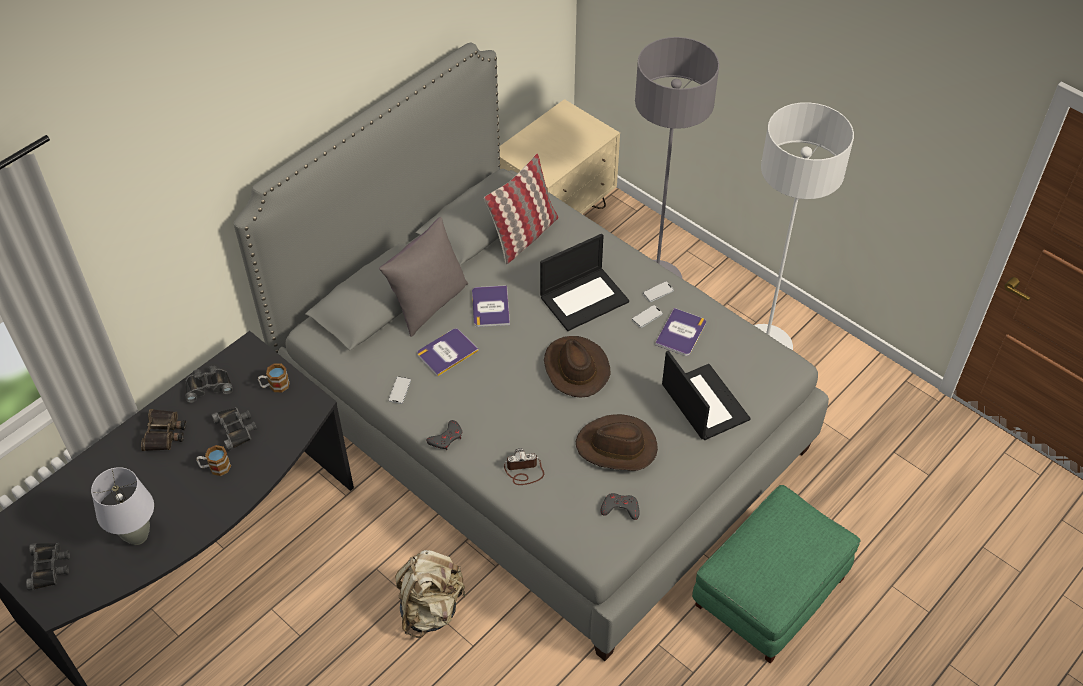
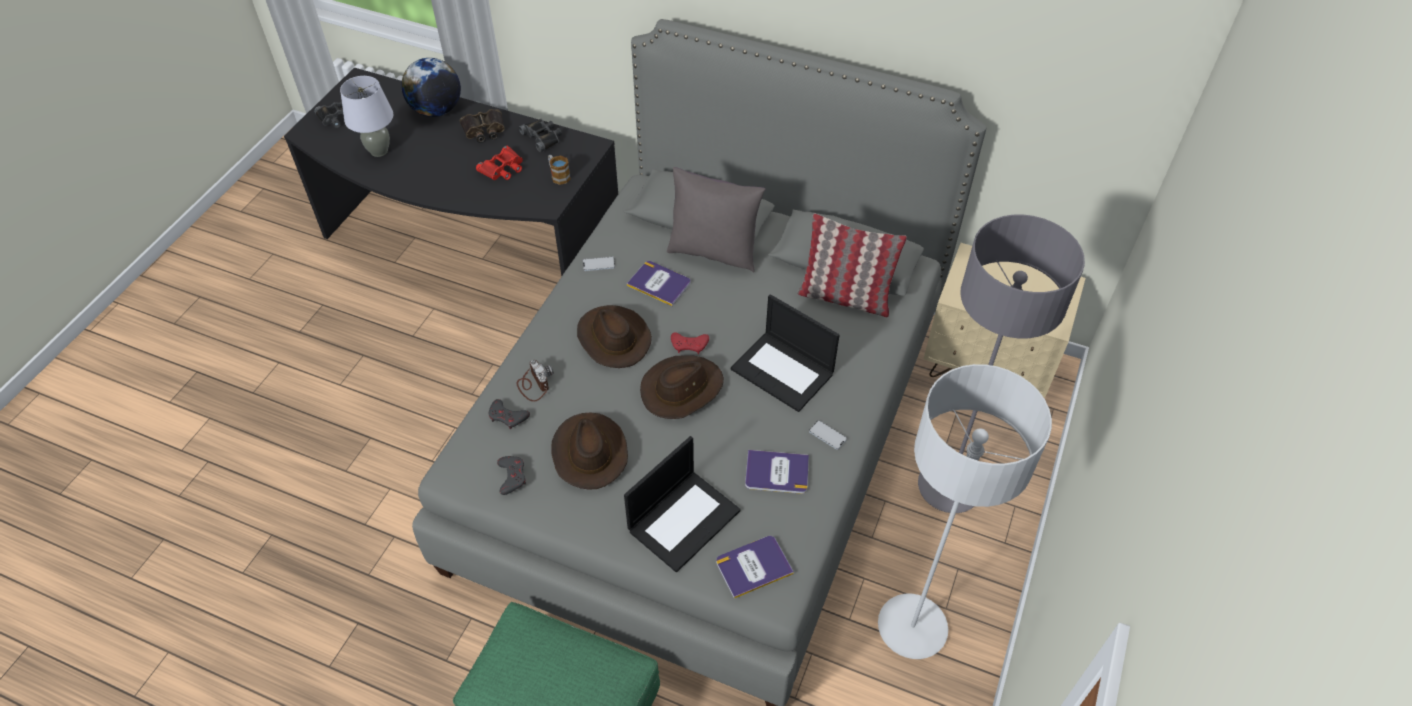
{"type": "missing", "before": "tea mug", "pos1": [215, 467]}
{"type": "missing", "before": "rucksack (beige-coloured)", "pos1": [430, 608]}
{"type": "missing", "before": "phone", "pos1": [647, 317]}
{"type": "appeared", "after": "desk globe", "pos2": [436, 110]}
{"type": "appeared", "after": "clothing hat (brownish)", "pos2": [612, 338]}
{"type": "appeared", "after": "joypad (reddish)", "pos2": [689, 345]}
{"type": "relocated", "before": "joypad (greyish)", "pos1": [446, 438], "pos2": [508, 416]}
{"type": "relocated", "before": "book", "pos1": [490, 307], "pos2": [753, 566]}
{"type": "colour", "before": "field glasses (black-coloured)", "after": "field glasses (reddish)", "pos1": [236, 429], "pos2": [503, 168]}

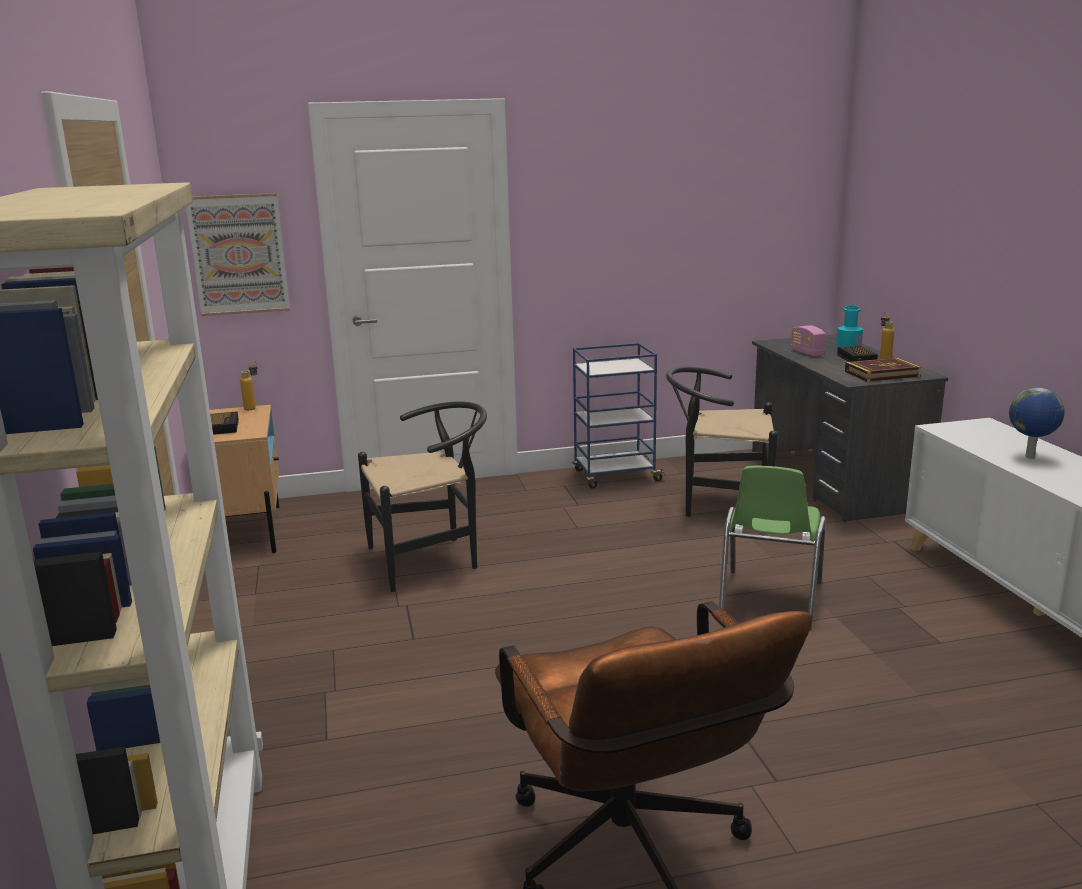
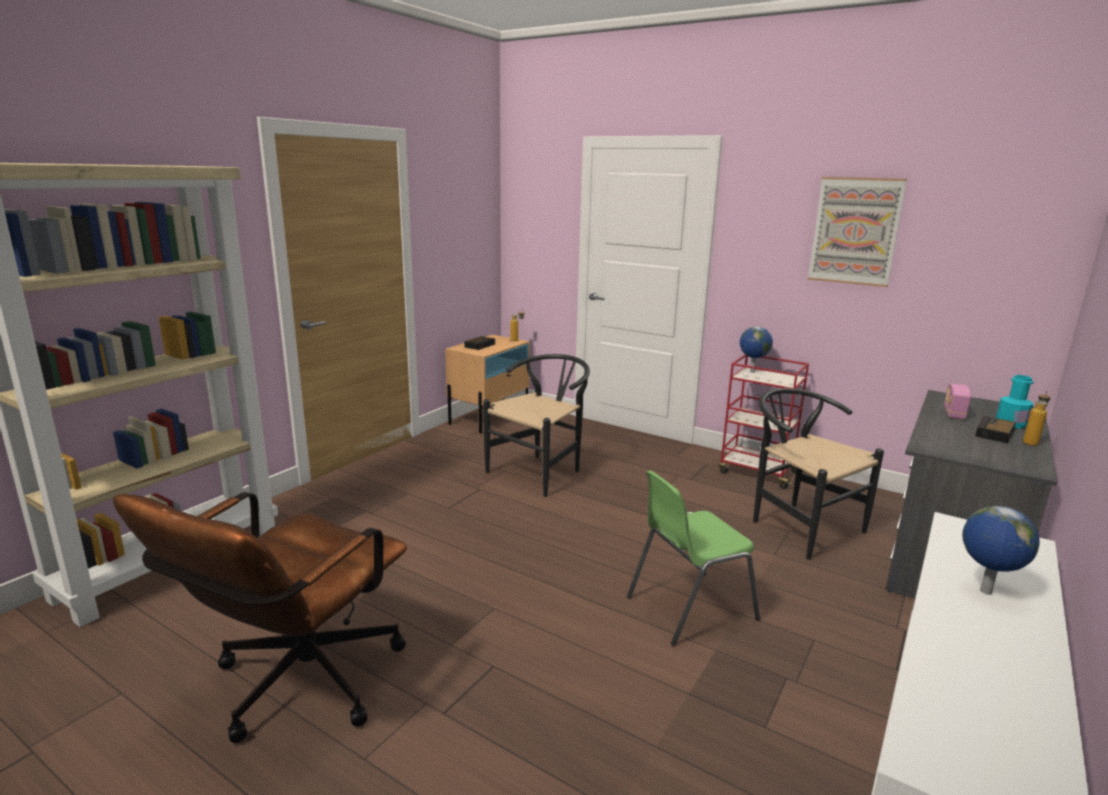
{"type": "missing", "before": "book", "pos1": [881, 374]}
{"type": "appeared", "after": "desk globe", "pos2": [751, 371]}
{"type": "relocated", "before": "picture", "pos1": [239, 254], "pos2": [855, 231]}
{"type": "colour", "before": "trolley (blue)", "after": "trolley (reddish)", "pos1": [615, 476], "pos2": [757, 472]}
{"type": "spun", "before": "plain chair (black-coloured)", "pos1": [432, 559], "pos2": [541, 471], "turn": -75}

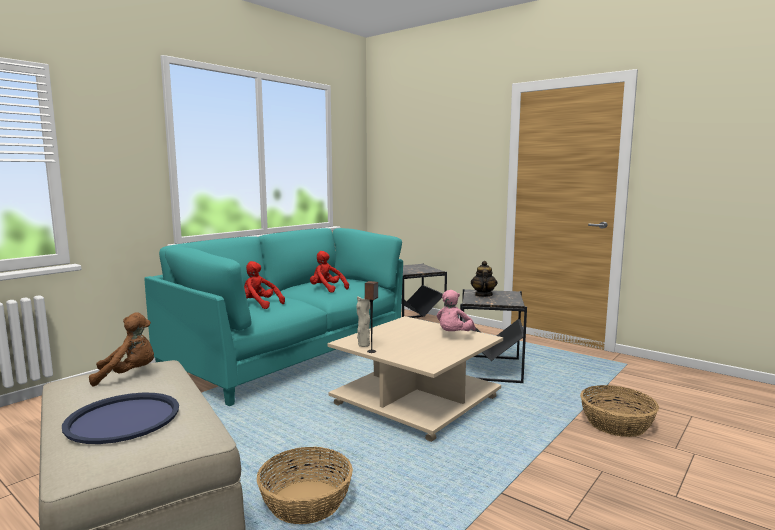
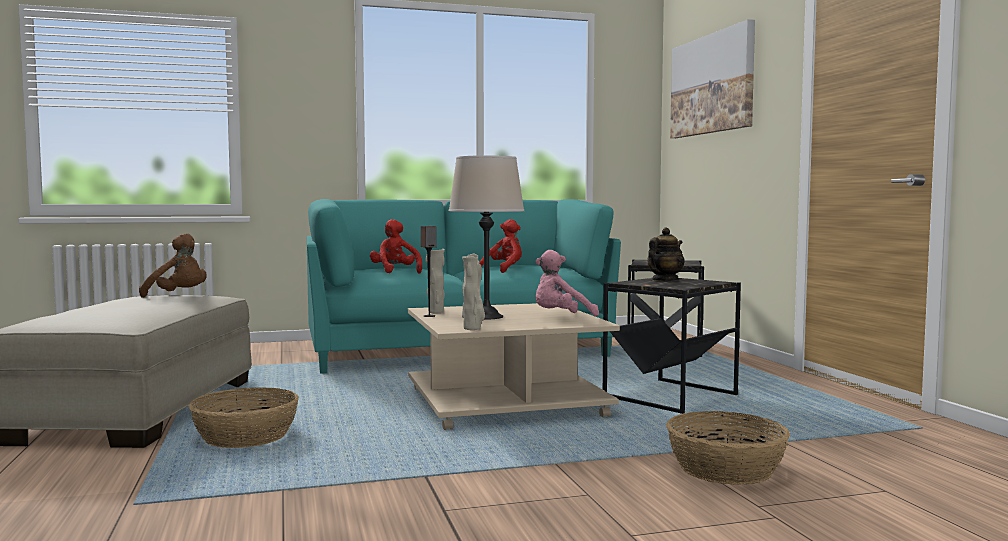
{"type": "missing", "before": "tray (blue)", "pos1": [123, 419]}
{"type": "appeared", "after": "lamp for a table (beige-coloured)", "pos2": [486, 317]}
{"type": "appeared", "after": "decorative vase (beige-coloured)", "pos2": [473, 329]}
{"type": "appeared", "after": "picture", "pos2": [712, 84]}
{"type": "spun", "before": "soft toy (reddish)", "pos1": [327, 289], "pos2": [504, 270], "turn": 60}

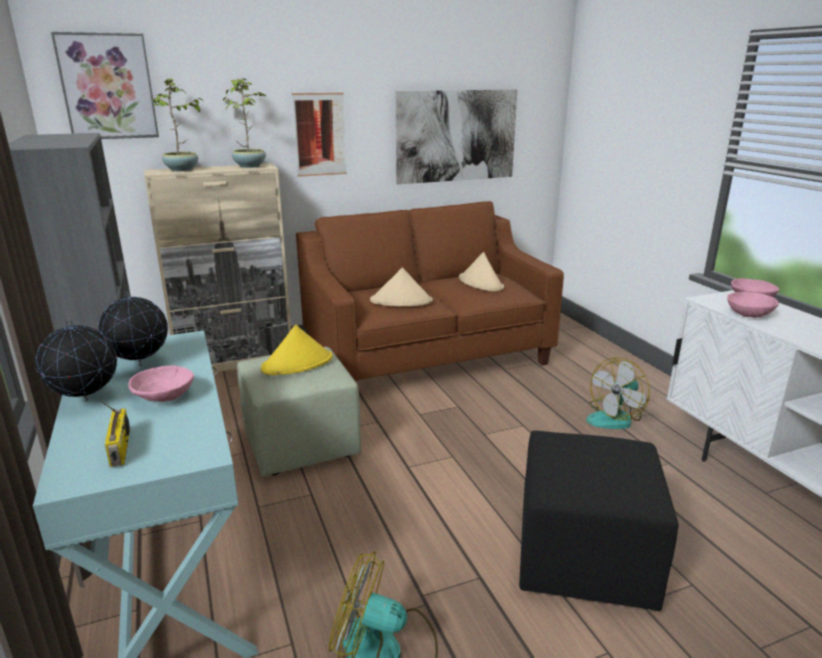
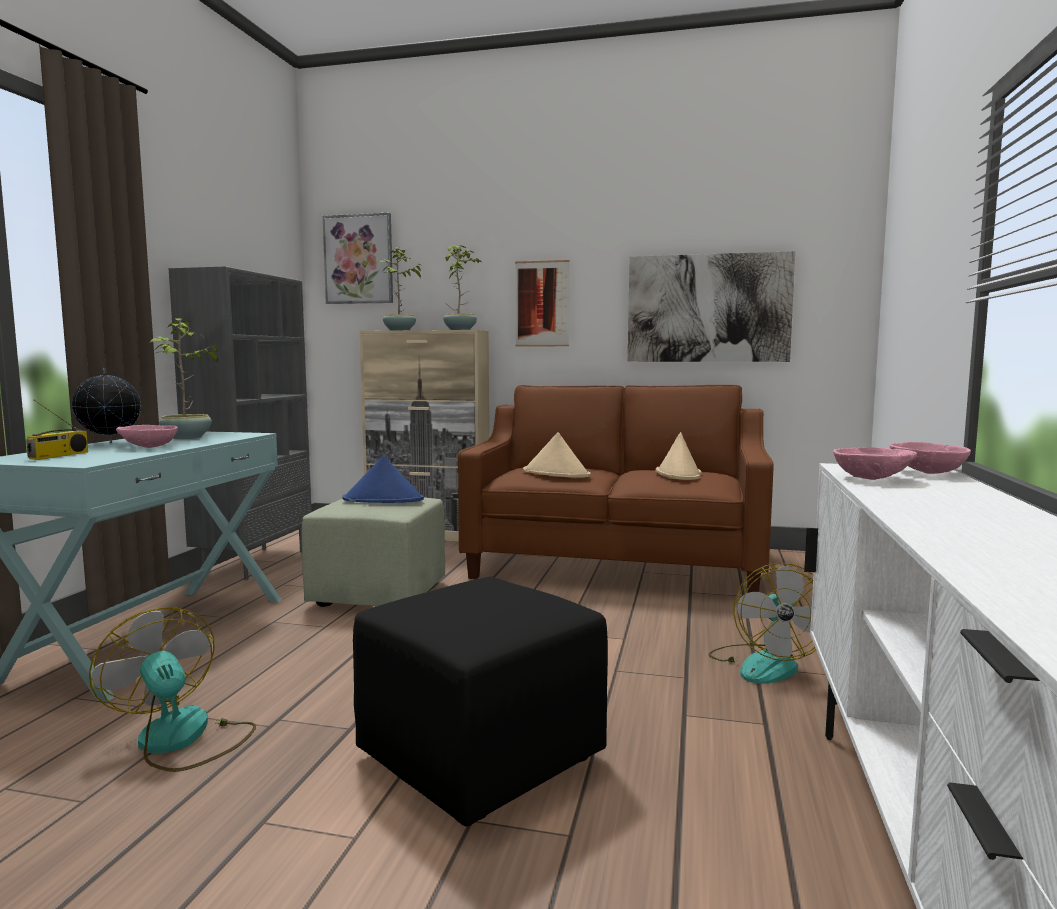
{"type": "exchanged", "before": "desk globe", "after": "plant in a pot", "pos1": [140, 365], "pos2": [186, 438]}
{"type": "colour", "before": "clothing hat (yellow-coloured)", "after": "clothing hat (blue)", "pos1": [297, 363], "pos2": [383, 500]}
{"type": "spun", "before": "fan", "pos1": [615, 417], "pos2": [764, 664], "turn": -75}

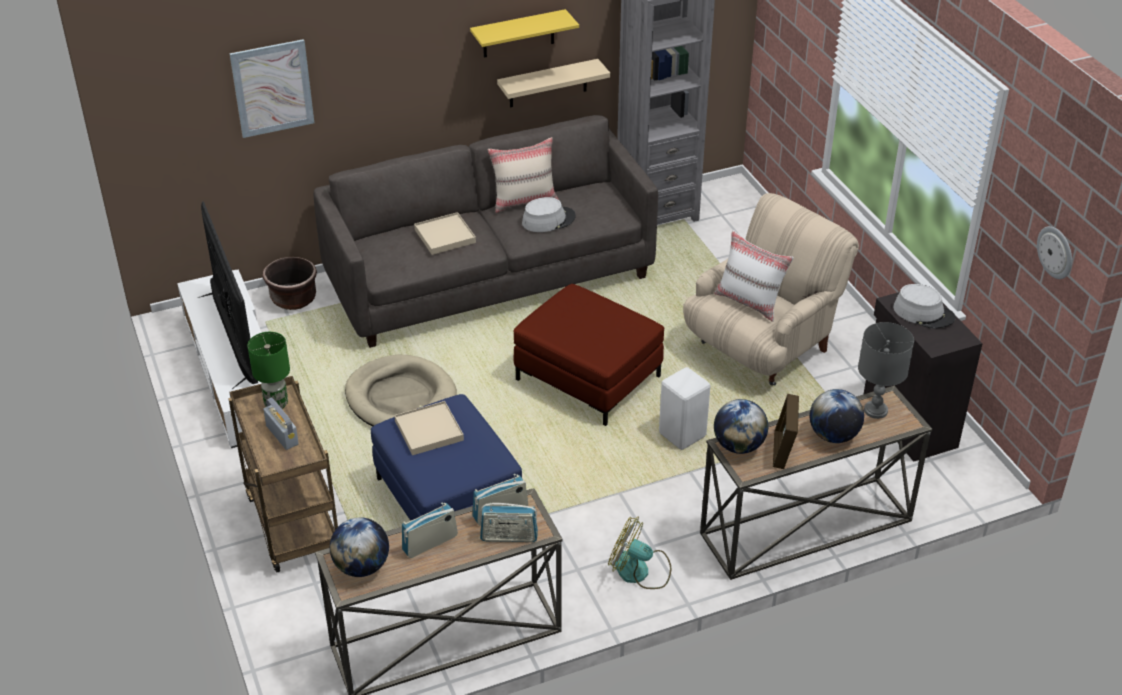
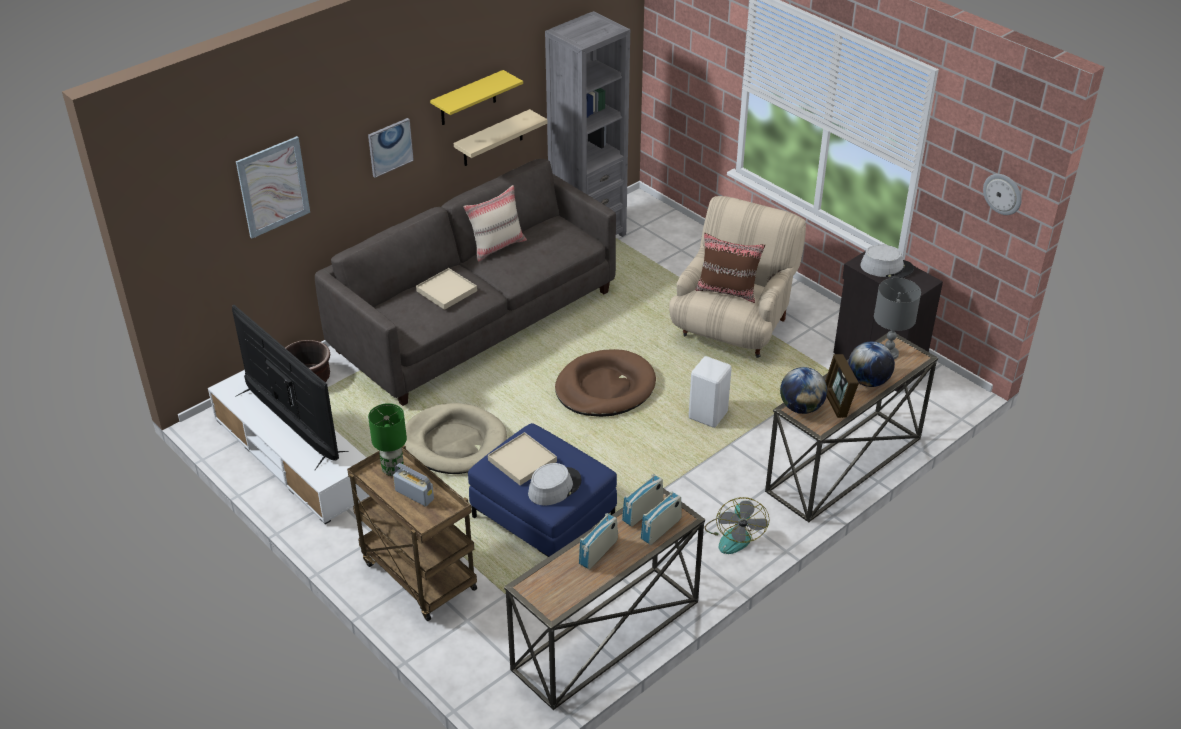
{"type": "missing", "before": "desk globe", "pos1": [361, 567]}
{"type": "appeared", "after": "picture", "pos2": [390, 147]}
{"type": "relocated", "before": "clothing hat (greyish)", "pos1": [548, 220], "pos2": [554, 487]}
{"type": "exchanged", "before": "pouffe (reddish)", "after": "dog cushion (brownish)", "pos1": [587, 378], "pos2": [605, 387]}
{"type": "colour", "before": "pillow (white)", "after": "pillow (brownish)", "pos1": [750, 302], "pos2": [727, 291]}
{"type": "spun", "before": "radio", "pos1": [509, 537], "pos2": [661, 529], "turn": 150}
{"type": "spun", "before": "fan", "pos1": [640, 571], "pos2": [734, 535], "turn": -90}

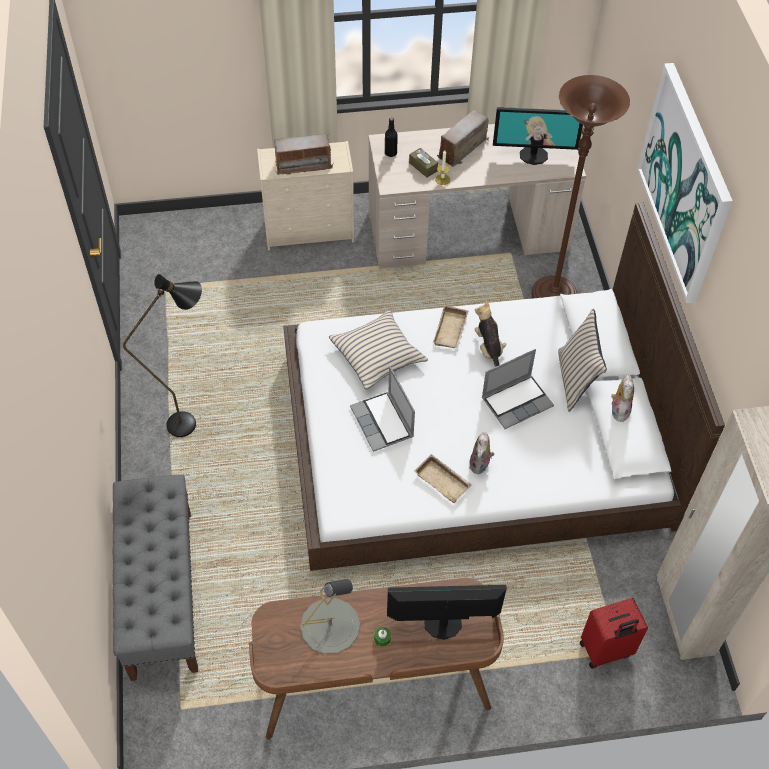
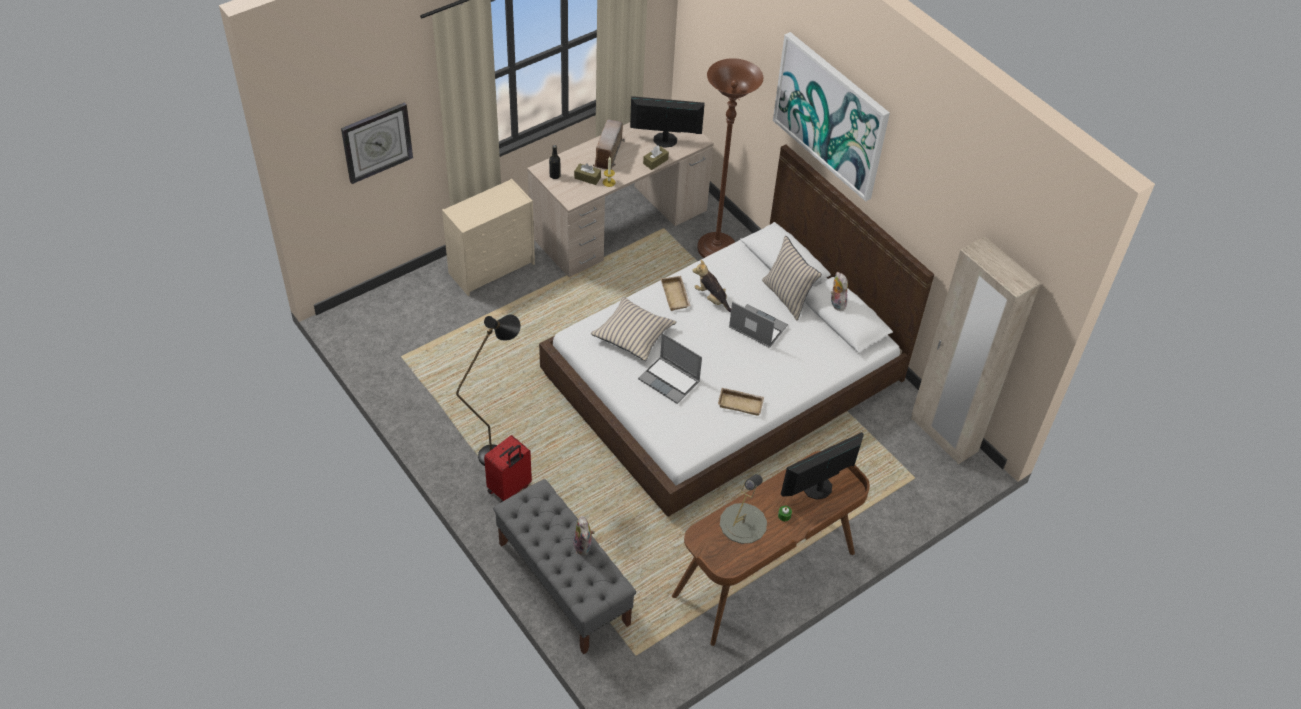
{"type": "missing", "before": "radio", "pos1": [303, 165]}
{"type": "appeared", "after": "clock on the wall", "pos2": [377, 142]}
{"type": "appeared", "after": "box of tissues (brownish)", "pos2": [655, 161]}
{"type": "relocated", "before": "soft toy", "pos1": [480, 465], "pos2": [584, 546]}
{"type": "relocated", "before": "travel case (reddish)", "pos1": [606, 651], "pos2": [509, 489]}
{"type": "spun", "before": "laptop", "pos1": [517, 401], "pos2": [756, 327], "turn": -90}
{"type": "spun", "before": "computer display", "pos1": [533, 155], "pos2": [665, 140], "turn": -150}

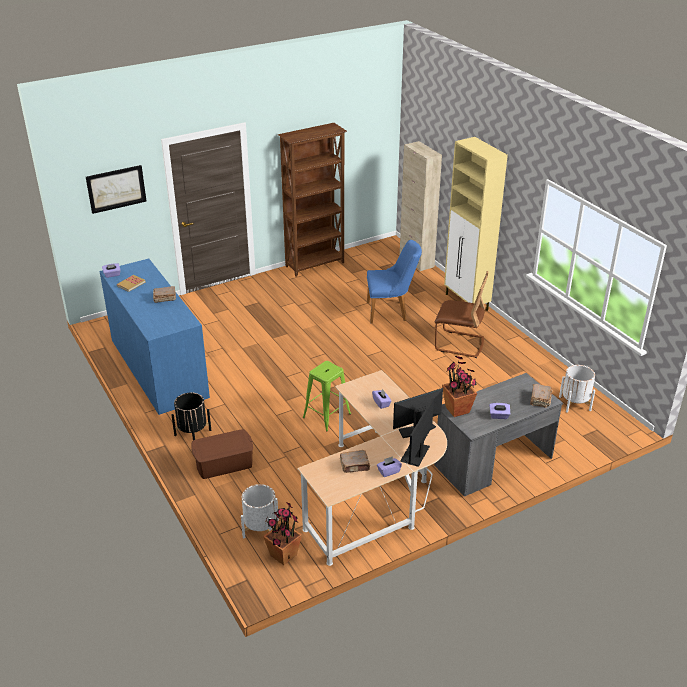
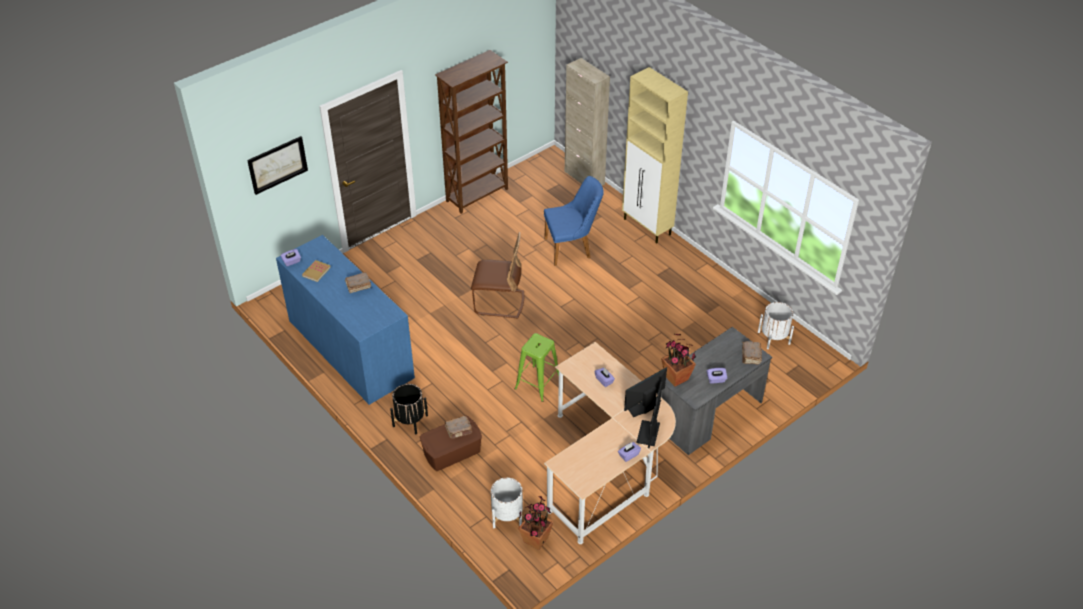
{"type": "relocated", "before": "book (brownish)", "pos1": [355, 466], "pos2": [459, 430]}
{"type": "relocated", "before": "plain chair (brownish)", "pos1": [459, 344], "pos2": [499, 303]}

